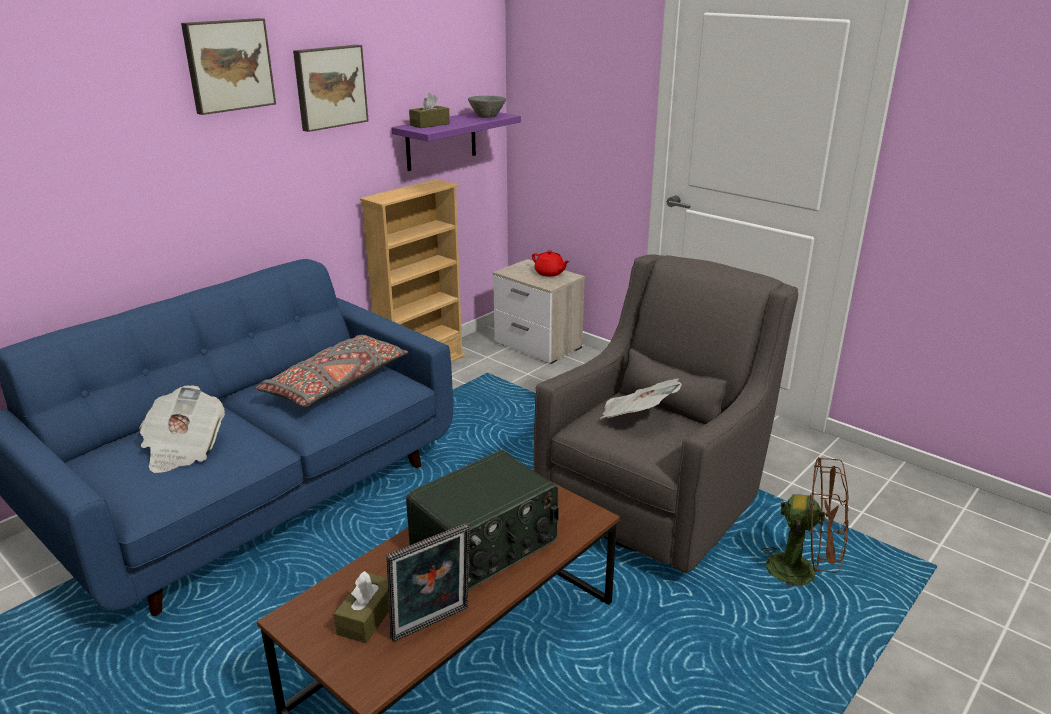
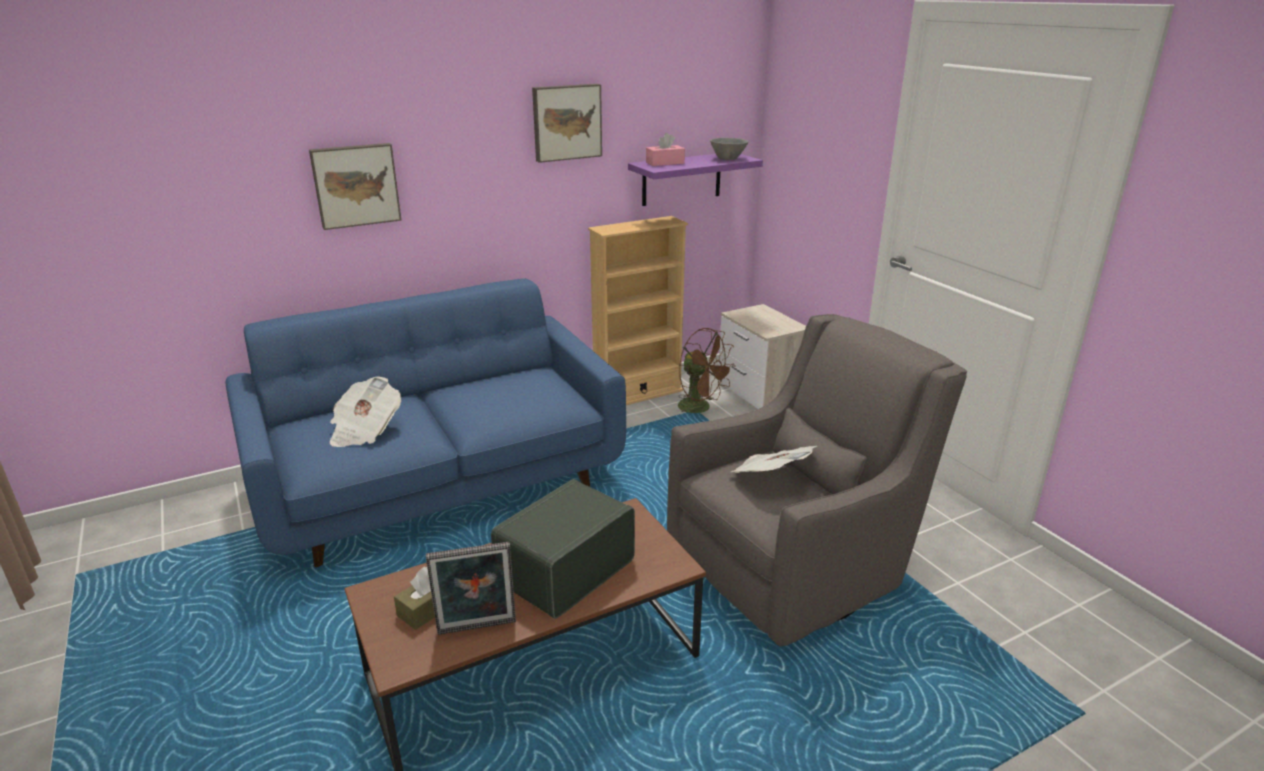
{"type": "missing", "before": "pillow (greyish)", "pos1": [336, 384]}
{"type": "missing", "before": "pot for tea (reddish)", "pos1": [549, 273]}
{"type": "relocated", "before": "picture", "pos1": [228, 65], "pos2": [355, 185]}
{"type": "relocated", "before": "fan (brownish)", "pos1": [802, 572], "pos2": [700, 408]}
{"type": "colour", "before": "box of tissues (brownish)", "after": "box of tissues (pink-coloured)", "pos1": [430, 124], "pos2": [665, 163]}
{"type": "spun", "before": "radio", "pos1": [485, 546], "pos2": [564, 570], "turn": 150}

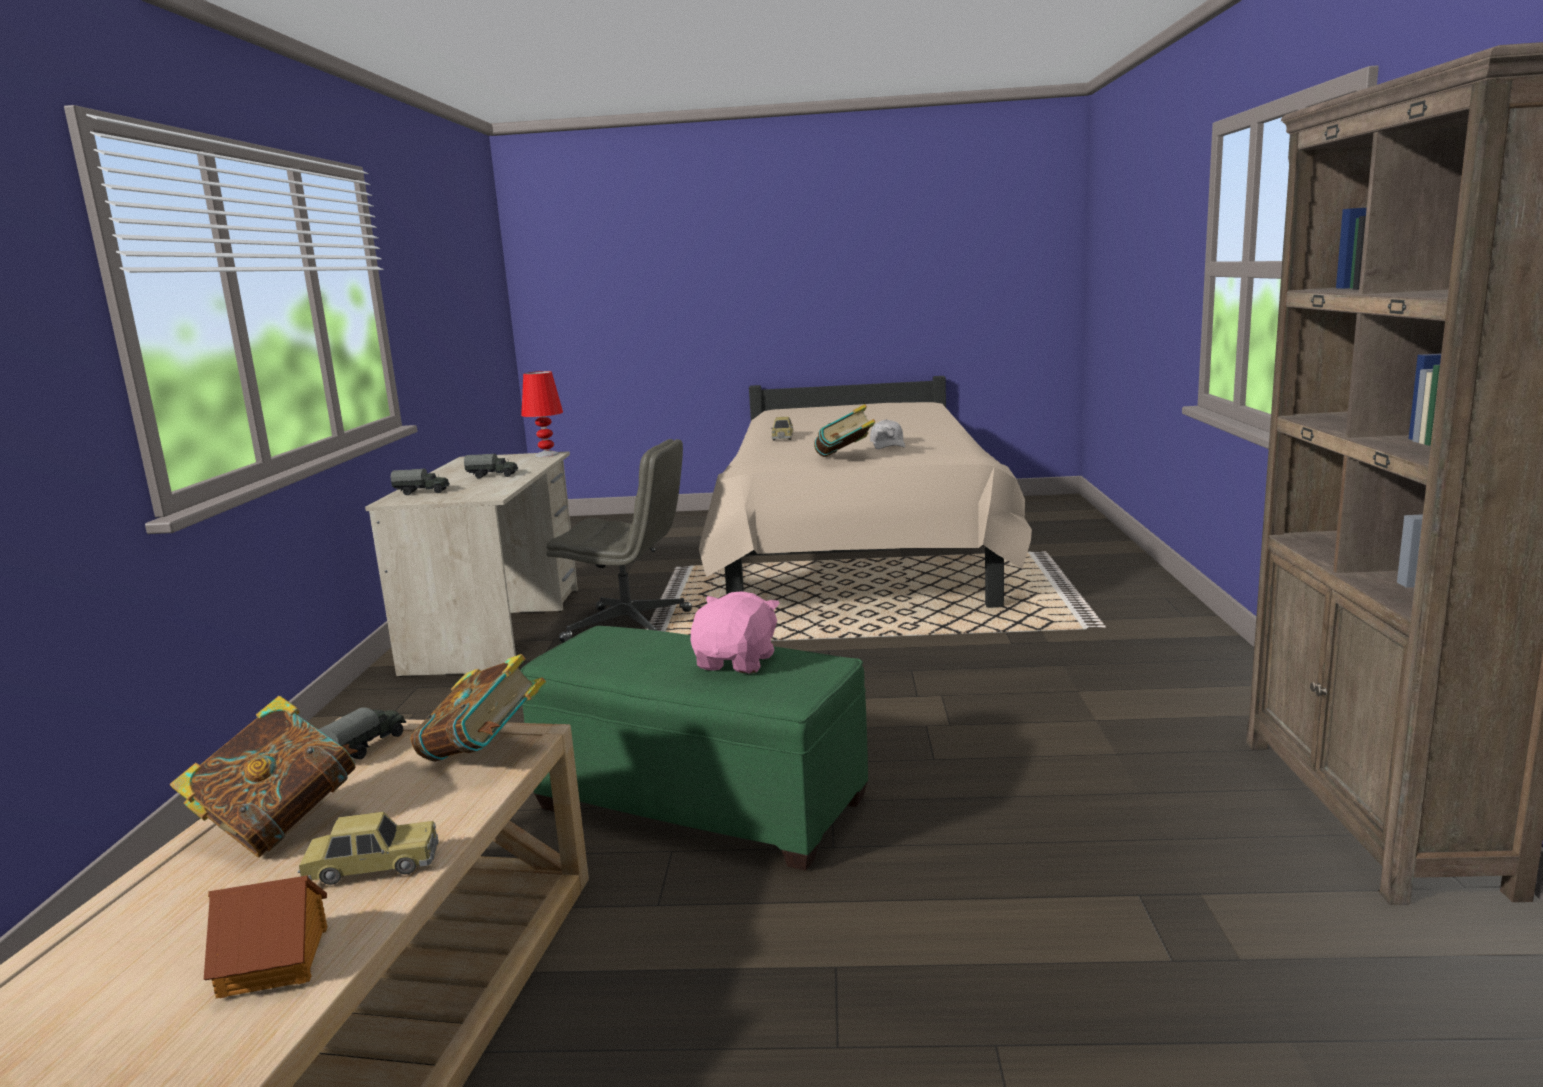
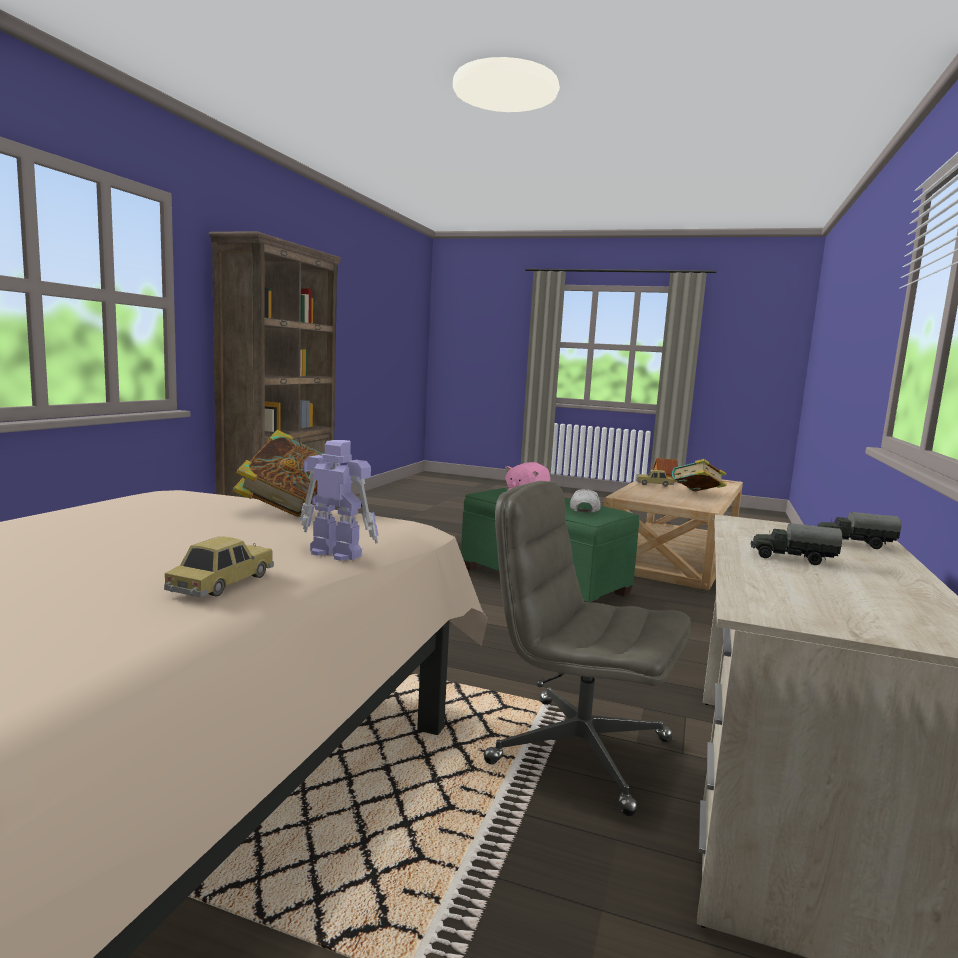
{"type": "missing", "before": "toy lorry", "pos1": [366, 747]}
{"type": "missing", "before": "book", "pos1": [484, 755]}
{"type": "missing", "before": "lamp for a table (reddish)", "pos1": [546, 454]}
{"type": "appeared", "after": "robot figure", "pos2": [335, 552]}
{"type": "relocated", "before": "baseball cap (white)", "pos1": [888, 445], "pos2": [584, 509]}

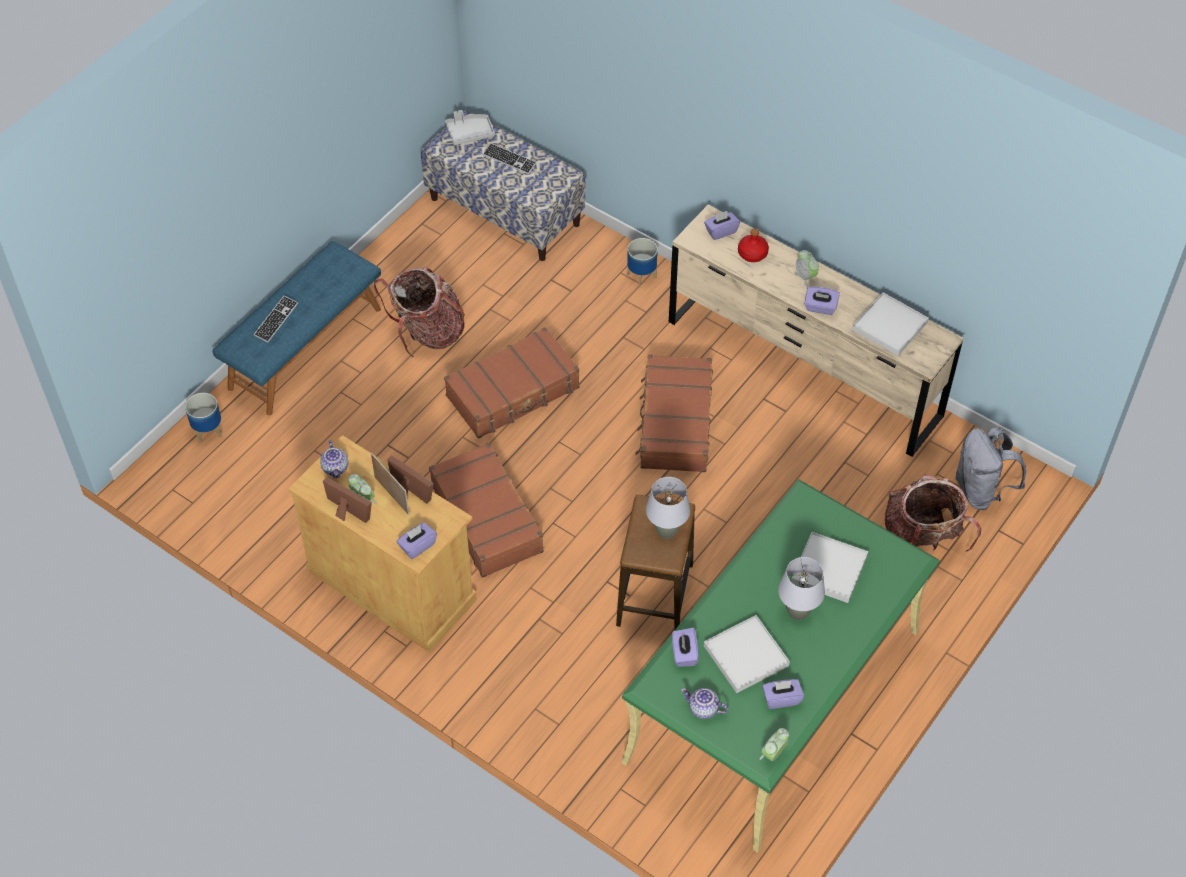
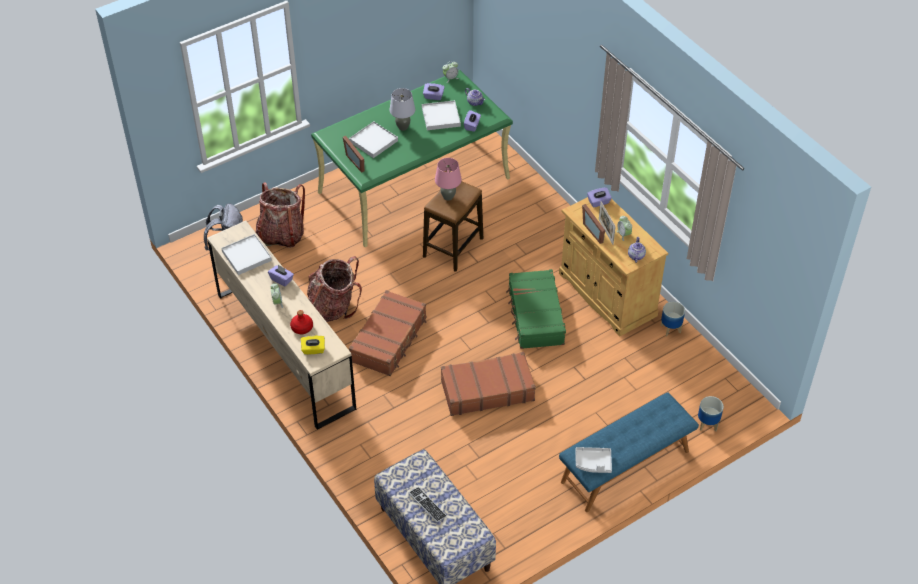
{"type": "missing", "before": "computer keyboard", "pos1": [276, 320]}
{"type": "relocated", "before": "photo frame", "pos1": [347, 513], "pos2": [357, 161]}
{"type": "relocated", "before": "rucksack", "pos1": [427, 333], "pos2": [334, 306]}
{"type": "relocated", "before": "tray (greyish)", "pos1": [469, 133], "pos2": [593, 463]}
{"type": "relocated", "before": "flower pot", "pos1": [642, 276], "pos2": [670, 328]}
{"type": "colour", "before": "travel case (brownish)", "after": "travel case (greenish)", "pos1": [487, 518], "pos2": [535, 316]}
{"type": "colour", "before": "lamp for a table (greyish)", "after": "lamp for a table (pink-coloured)", "pos1": [666, 532], "pos2": [448, 197]}
{"type": "colour", "before": "box of tissues (purple-coloured)", "after": "box of tissues (yellow-coloured)", "pos1": [721, 231], "pos2": [313, 350]}

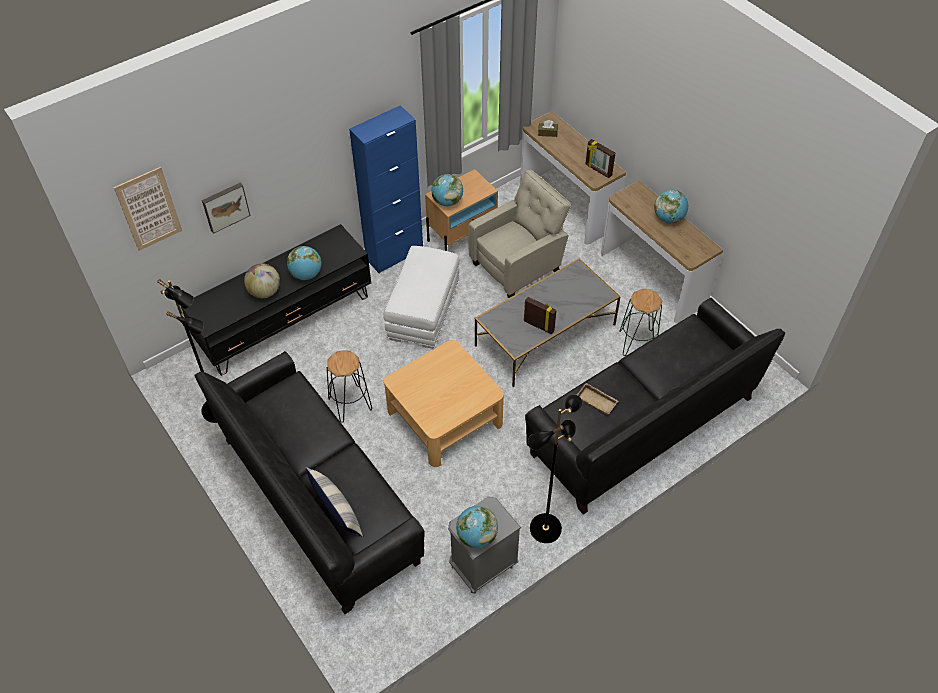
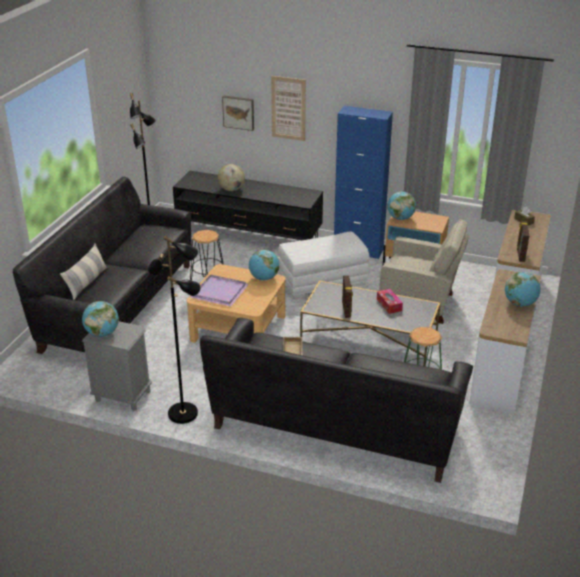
{"type": "appeared", "after": "tray (purple-coloured)", "pos2": [221, 292]}
{"type": "appeared", "after": "box of tissues", "pos2": [389, 305]}
{"type": "relocated", "before": "picture", "pos1": [149, 209], "pos2": [288, 108]}
{"type": "relocated", "before": "desk globe", "pos1": [306, 274], "pos2": [264, 278]}

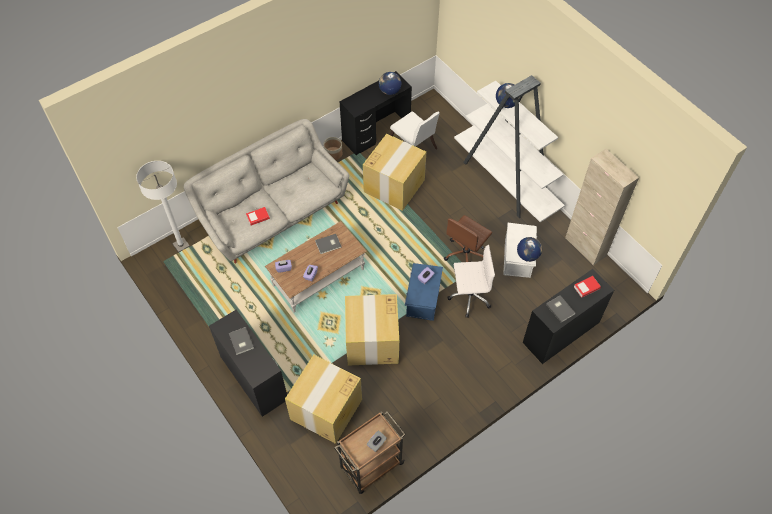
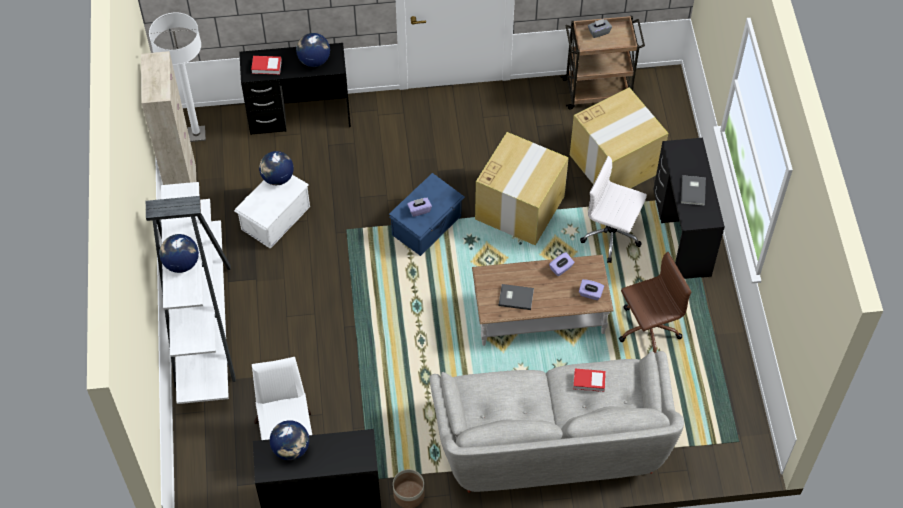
{"type": "missing", "before": "carton", "pos1": [394, 185]}
{"type": "relocated", "before": "standing lamp (white)", "pos1": [181, 245], "pos2": [196, 134]}
{"type": "relocated", "before": "office chair (brownish)", "pos1": [466, 254], "pos2": [647, 330]}
{"type": "relocated", "before": "office chair (white)", "pos1": [468, 297], "pos2": [612, 236]}
{"type": "exchanged", "before": "book (greyish)", "after": "desk globe", "pos1": [560, 308], "pos2": [314, 60]}

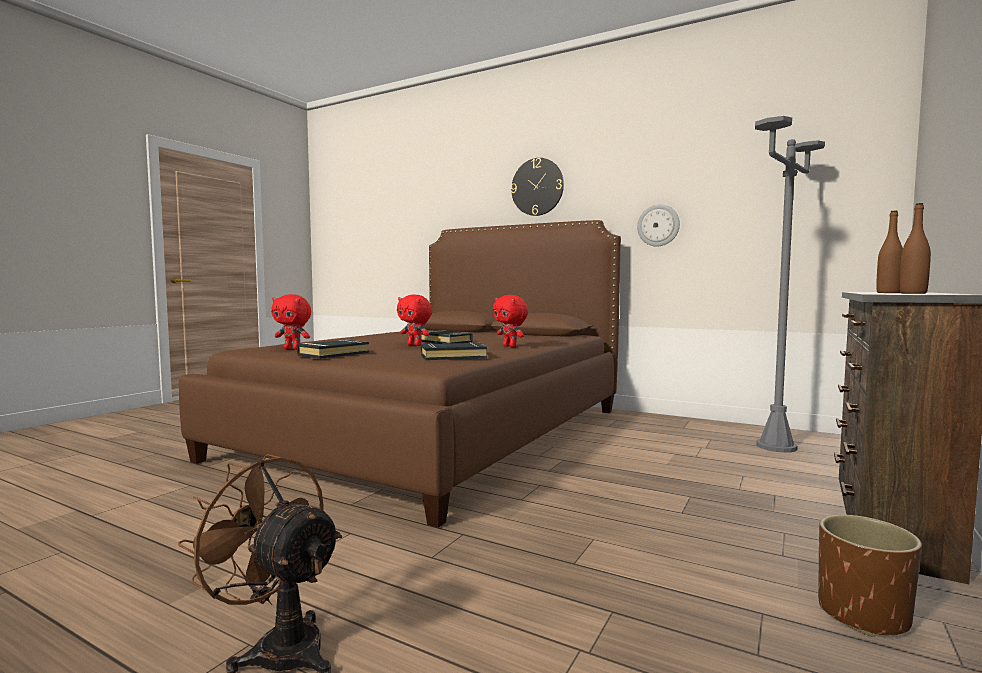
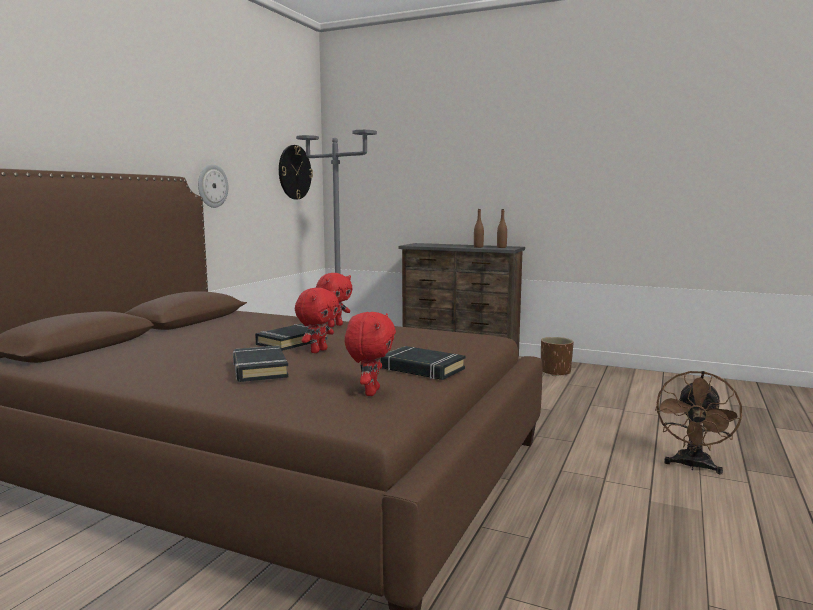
{"type": "relocated", "before": "book (black-coloured)", "pos1": [453, 357], "pos2": [259, 369]}
{"type": "relocated", "before": "clock on the wall", "pos1": [537, 187], "pos2": [294, 172]}

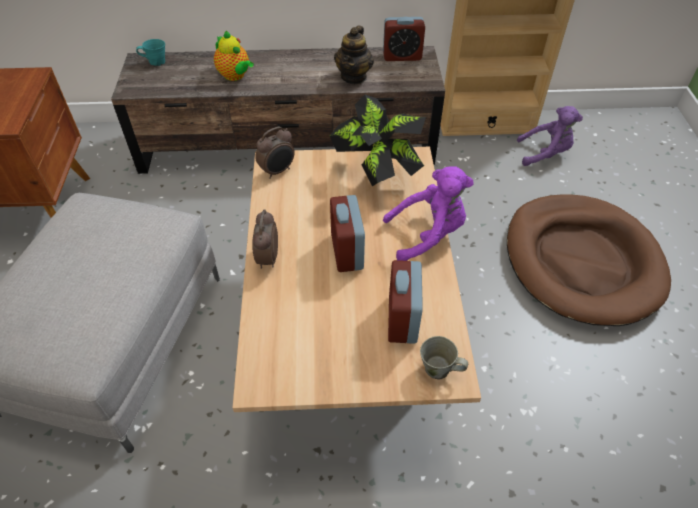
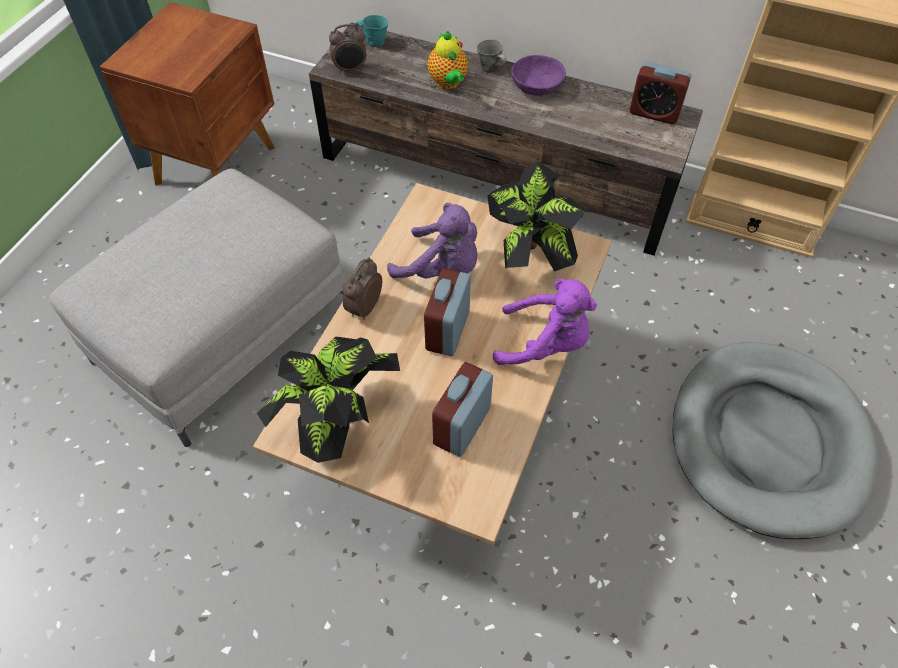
{"type": "missing", "before": "pot for tea", "pos1": [354, 77]}
{"type": "appeared", "after": "plant in a pot", "pos2": [338, 423]}
{"type": "appeared", "after": "serving bowl (purple-coloured)", "pos2": [536, 87]}
{"type": "relocated", "before": "alarm clock", "pos1": [277, 171], "pos2": [350, 69]}
{"type": "relocated", "before": "tea mug (greyish)", "pos1": [438, 369], "pos2": [490, 68]}
{"type": "relocated", "before": "soft toy (purple-coloured)", "pos1": [545, 154], "pos2": [442, 269]}
{"type": "colour", "before": "dog cushion (brownish)", "after": "dog cushion (greyish)", "pos1": [581, 262], "pos2": [768, 440]}

